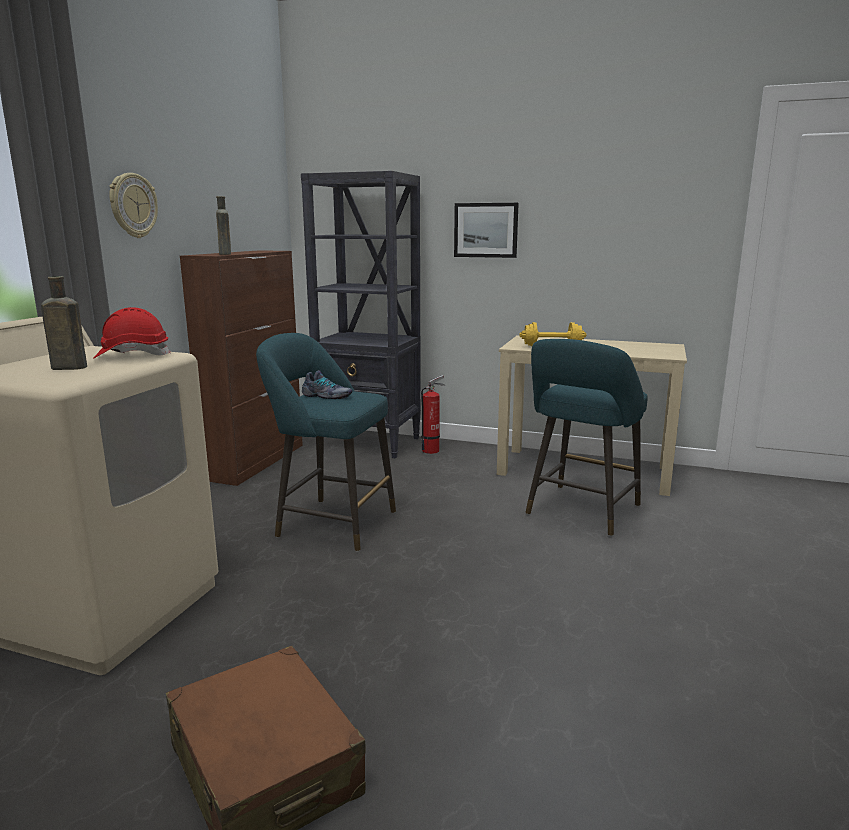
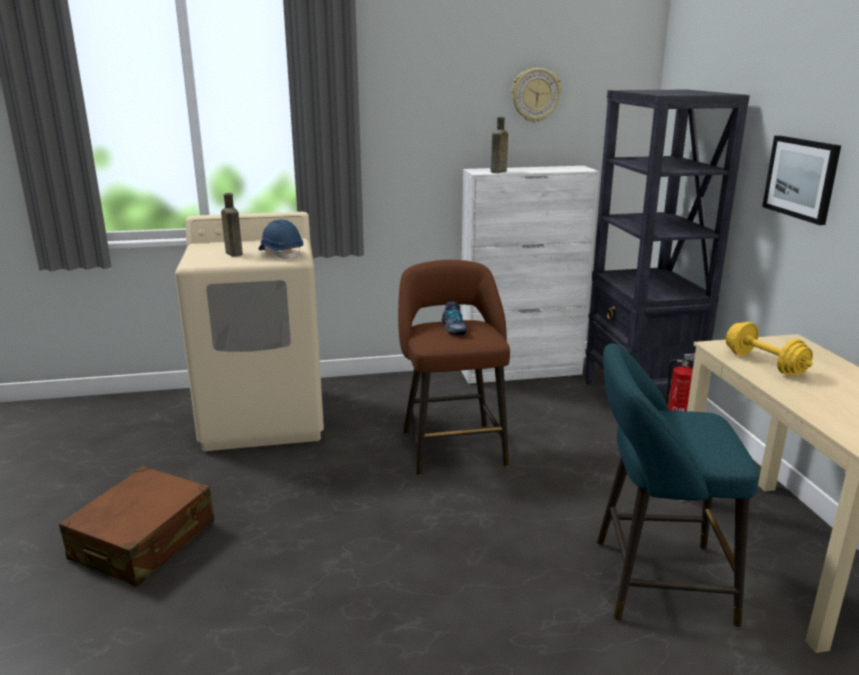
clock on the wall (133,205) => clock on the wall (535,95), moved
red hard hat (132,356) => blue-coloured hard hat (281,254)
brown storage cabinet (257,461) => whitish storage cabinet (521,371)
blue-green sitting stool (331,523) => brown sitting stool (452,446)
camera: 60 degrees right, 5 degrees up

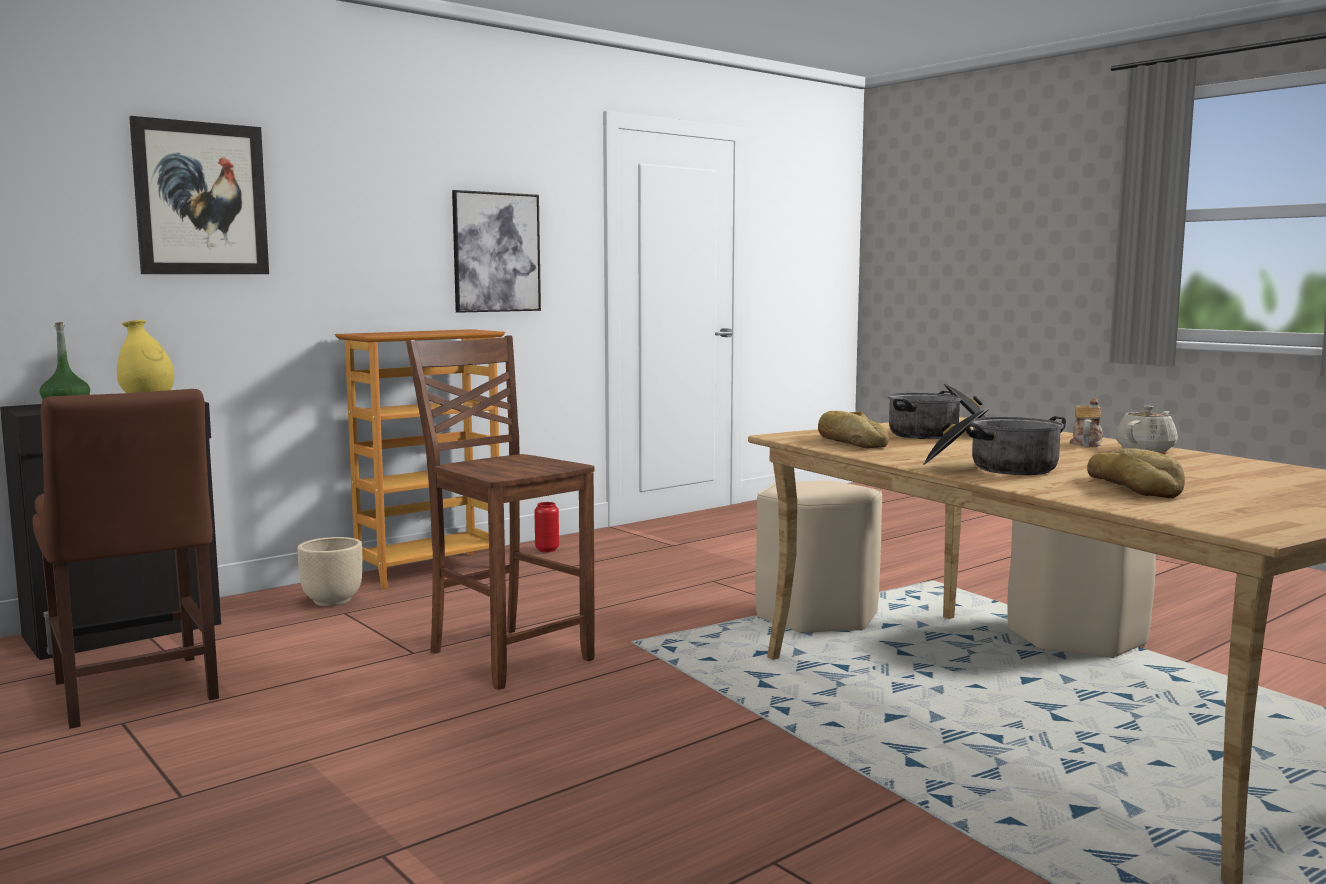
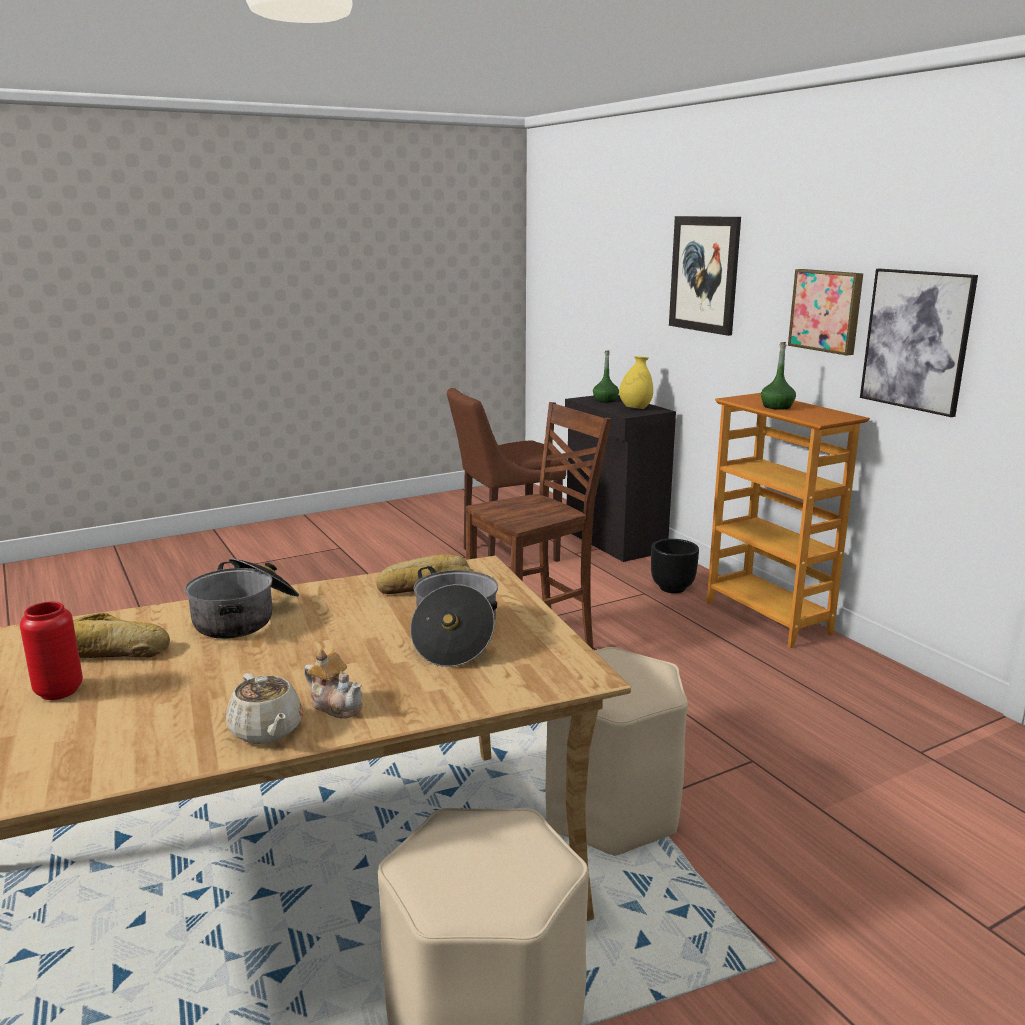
nothing => green-coloured drink bottle (776,407)
nothing => picture (827,310)
red decorative vase (547,550) => red decorative vase (59,691), moved
beige planter (333,601) => black planter (673,588)
camera: 100 degrees right, 10 degrees up

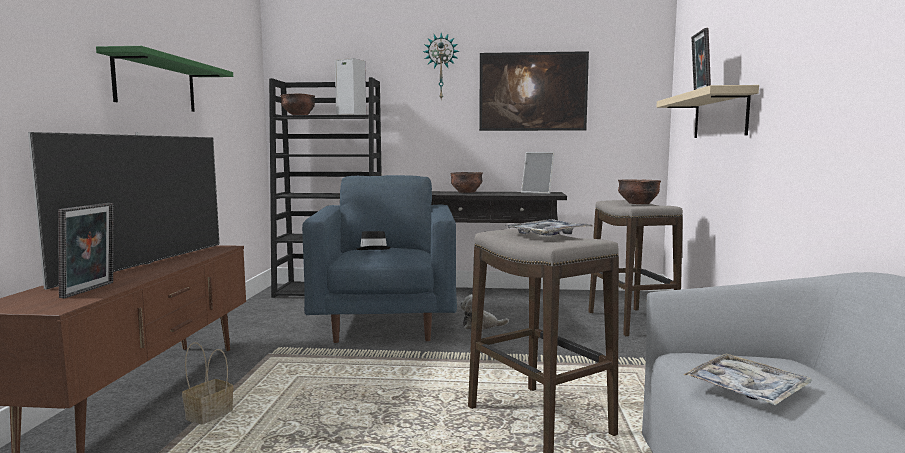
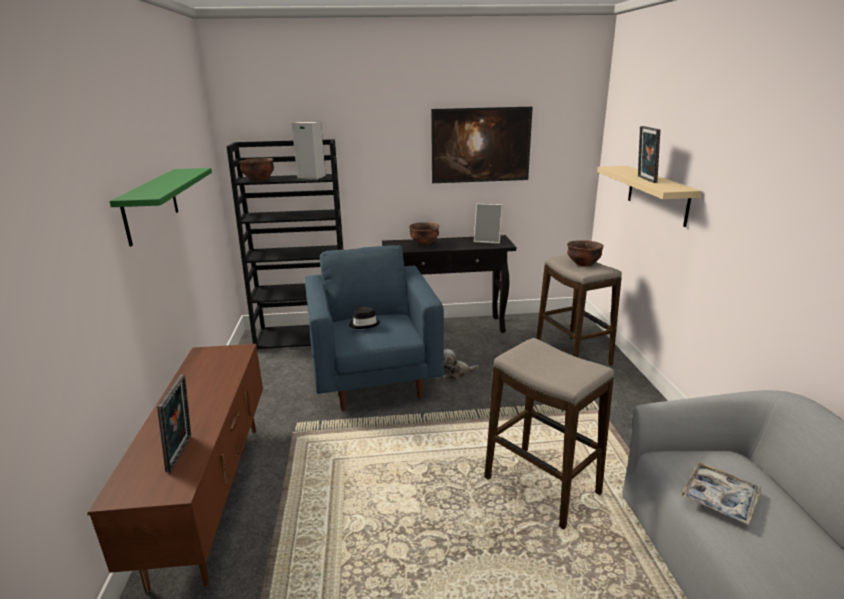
TV (146,263) => nothing
storage basket (210,414) => nothing
clock on the wall (441,67) => nothing
carrying tray (548,235) => nothing
camera: 10 degrees left, 15 degrees up

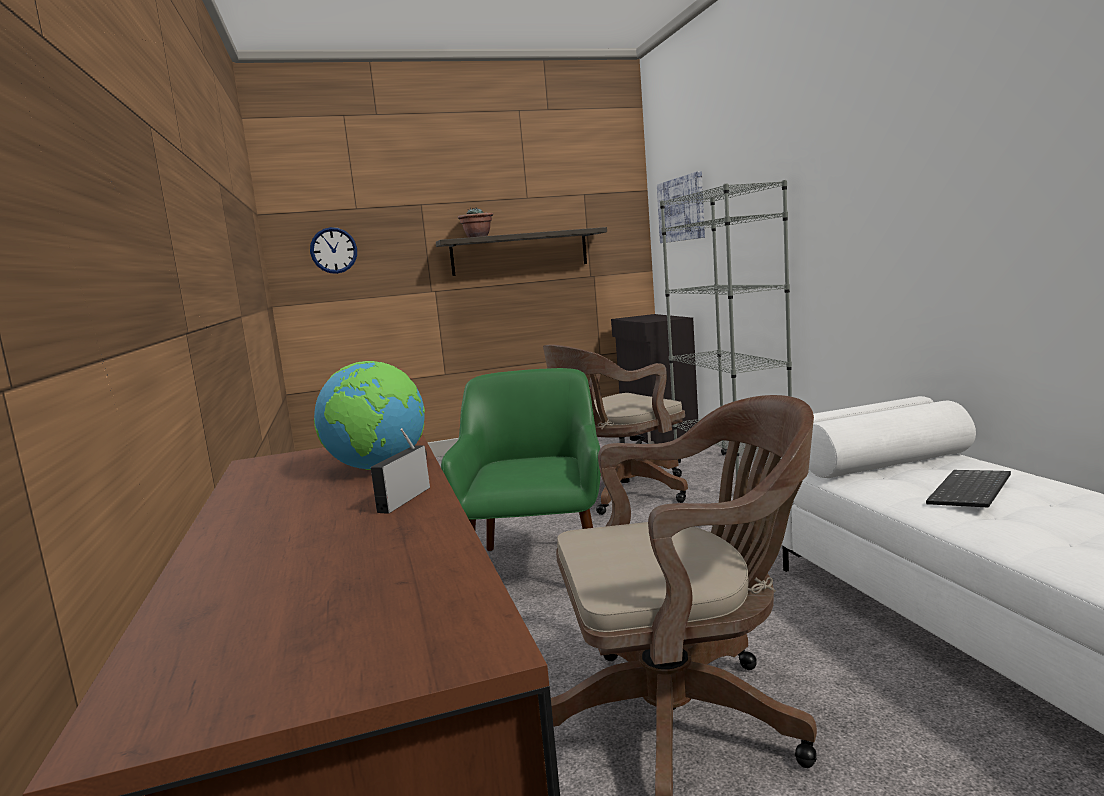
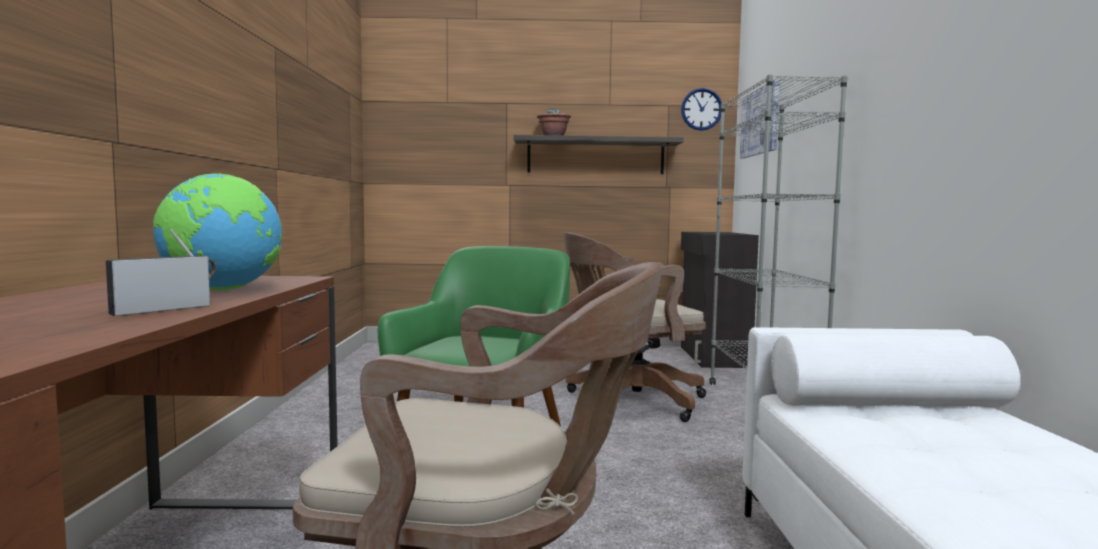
keyboard (971,492) => nothing
clock on the wall (333,250) => clock on the wall (701,109), moved
camera: 15 degrees right, 5 degrees down

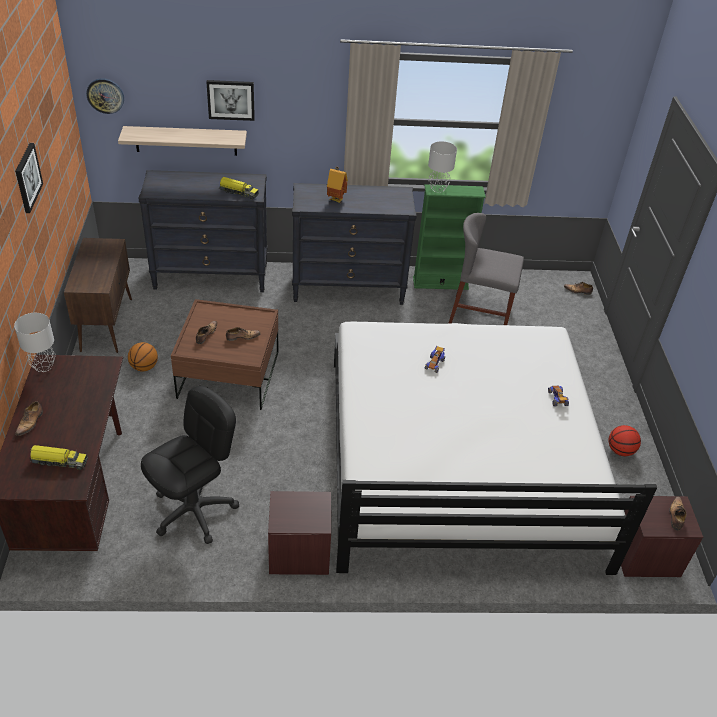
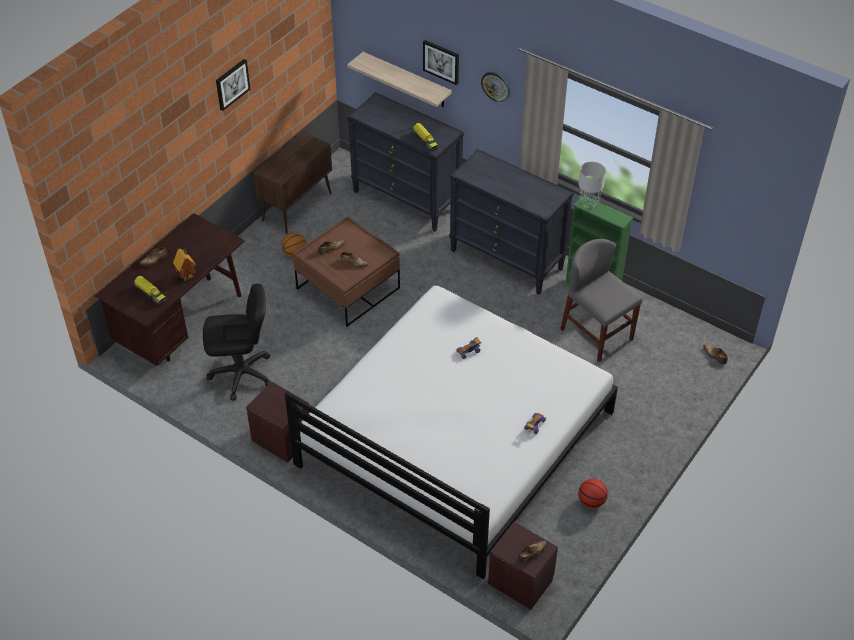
greyish tabletop lamp (43,366) => nothing
clock on the wall (105,95) => clock on the wall (496,86), moved
miniature house (336,199) => miniature house (187,276), moved
camera: 40 degrees right, 5 degrees up

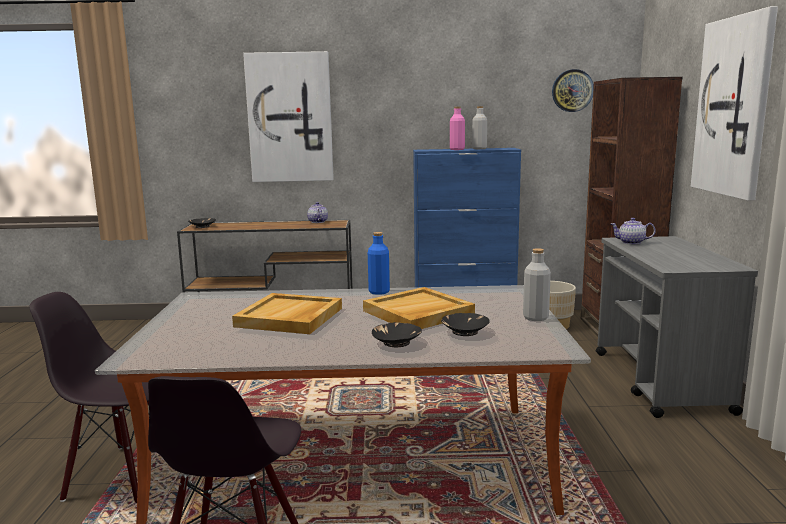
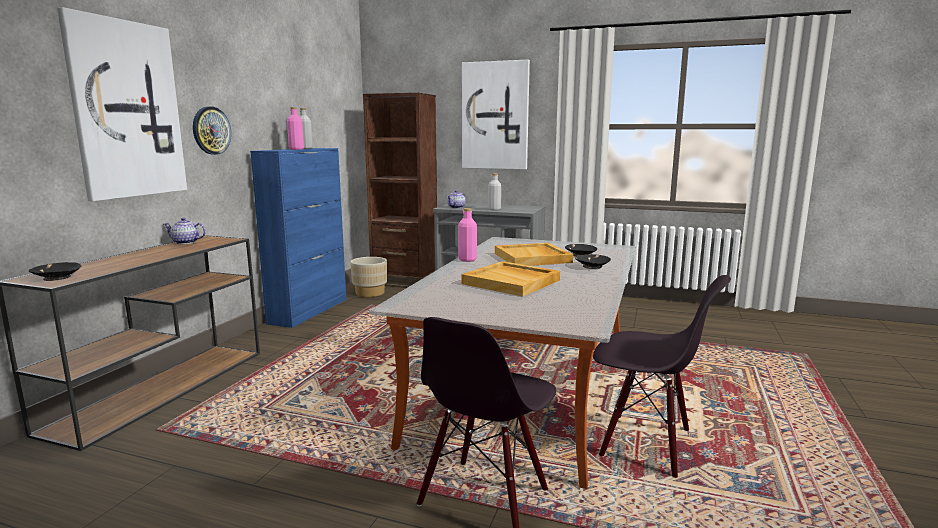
greyish drink bottle (535,318) => greyish drink bottle (494,209), moved
clock on the wall (572,90) => clock on the wall (211,130), moved
blue-coloured drink bottle (379,292) => pink drink bottle (467,260)
camera: 70 degrees left, 0 degrees up

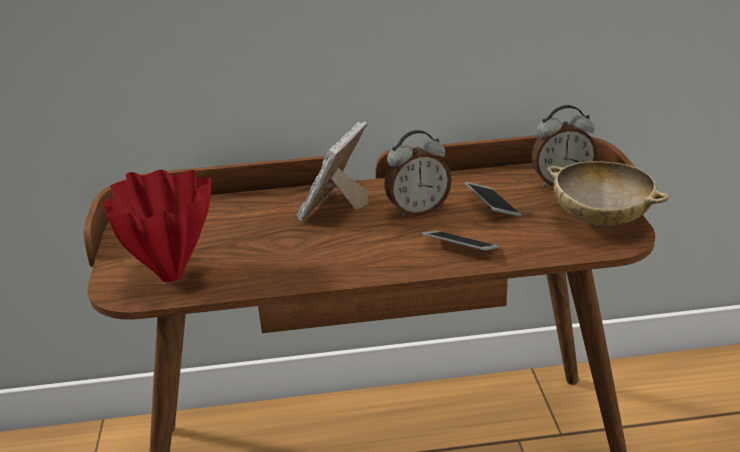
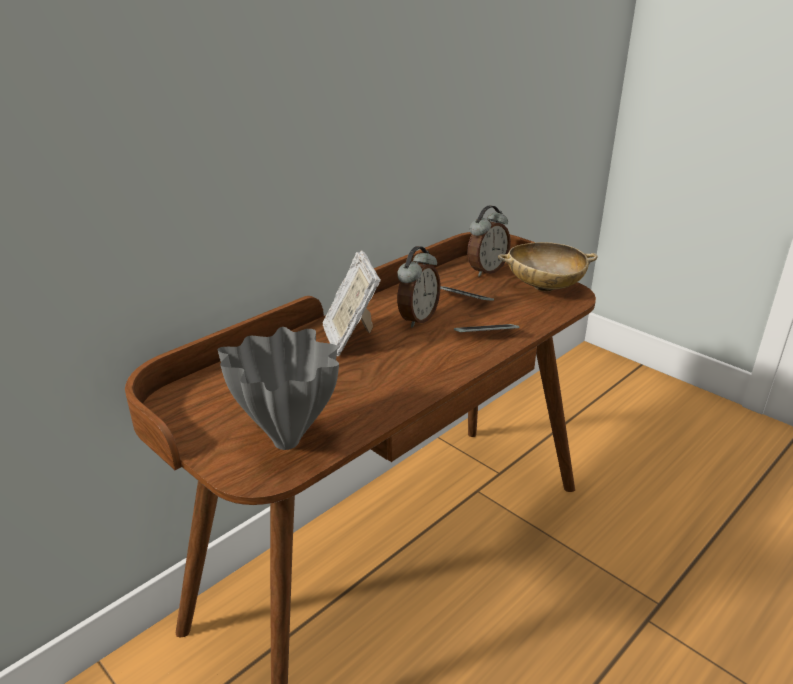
red decorative vase (172,276) => greyish decorative vase (289,442)
camera: 40 degrees left, 0 degrees up

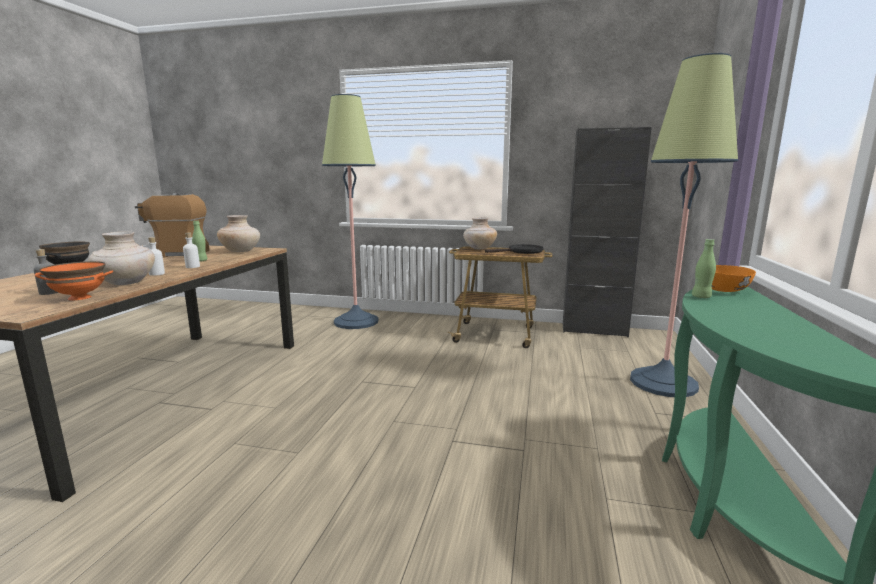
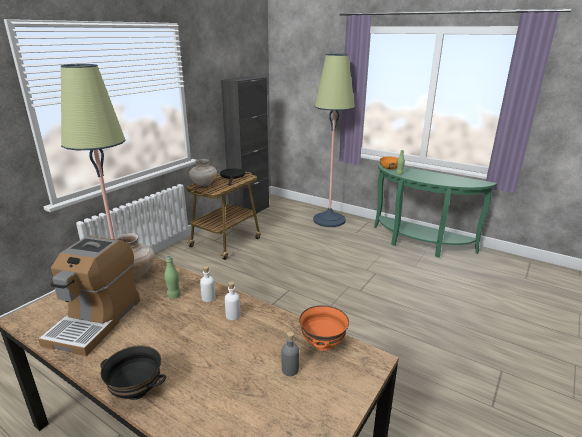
beige decorative vase (126,283) => nothing
camera: 70 degrees left, 10 degrees up

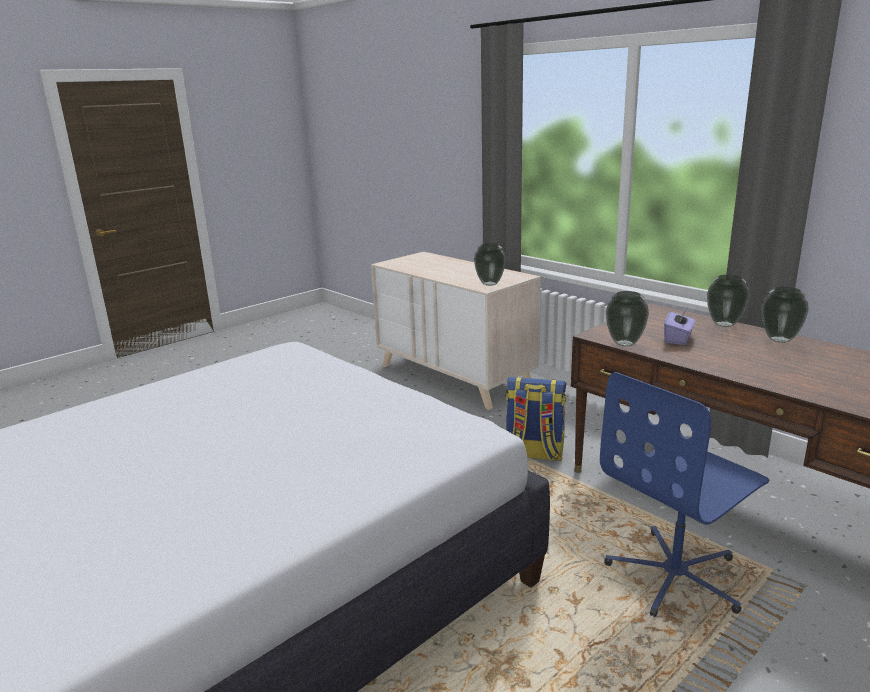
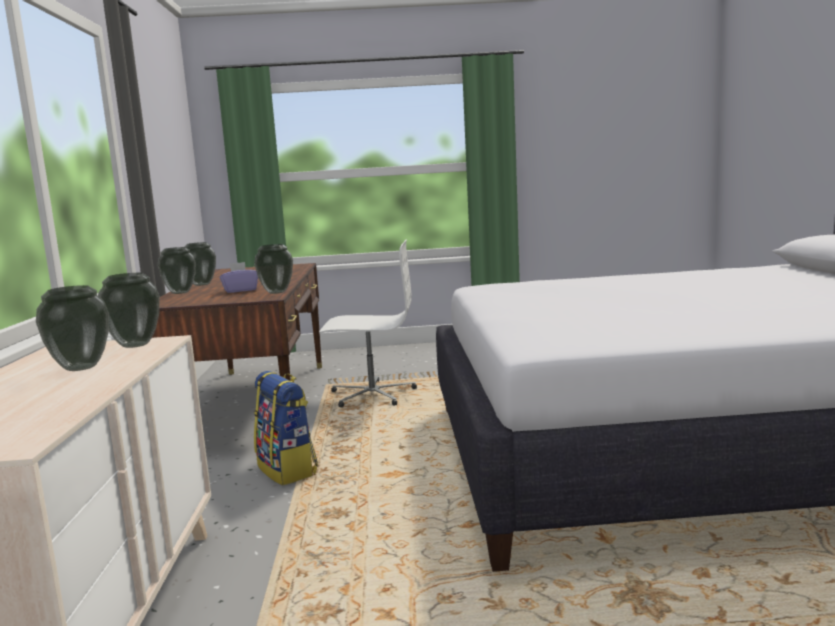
nothing => decorative vase (81,367)
blue-coloured office chair (676,575) => whitish office chair (372,394)
camera: 140 degrees left, 10 degrees down

